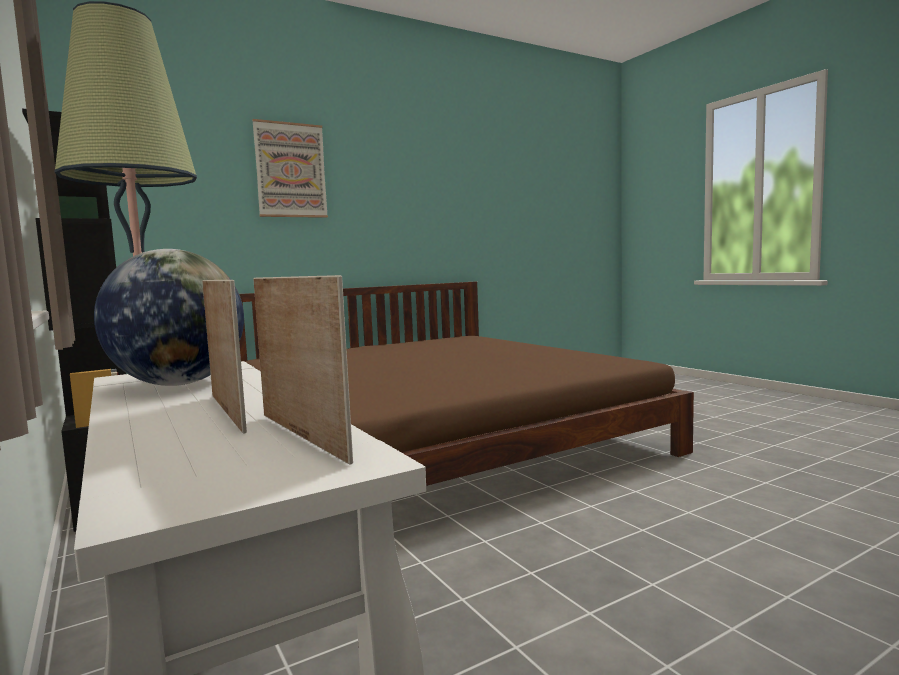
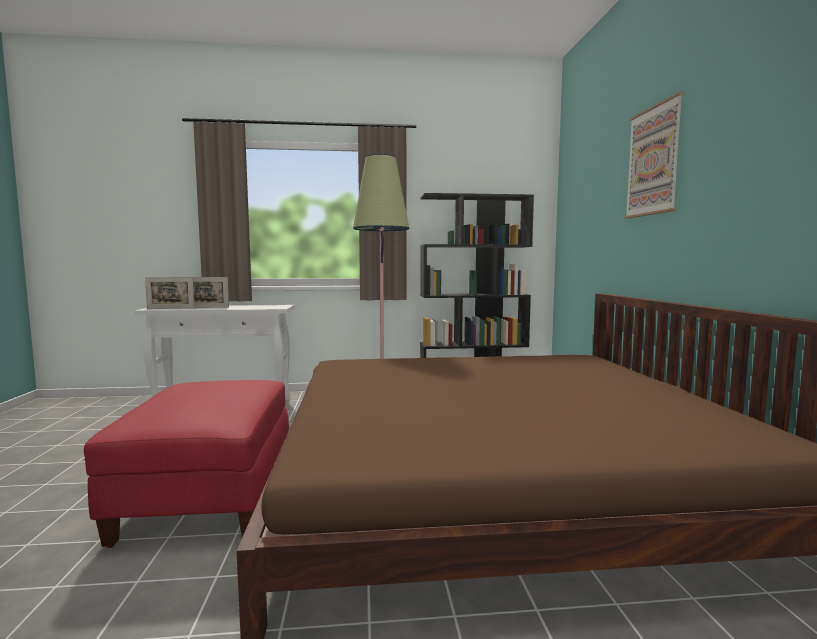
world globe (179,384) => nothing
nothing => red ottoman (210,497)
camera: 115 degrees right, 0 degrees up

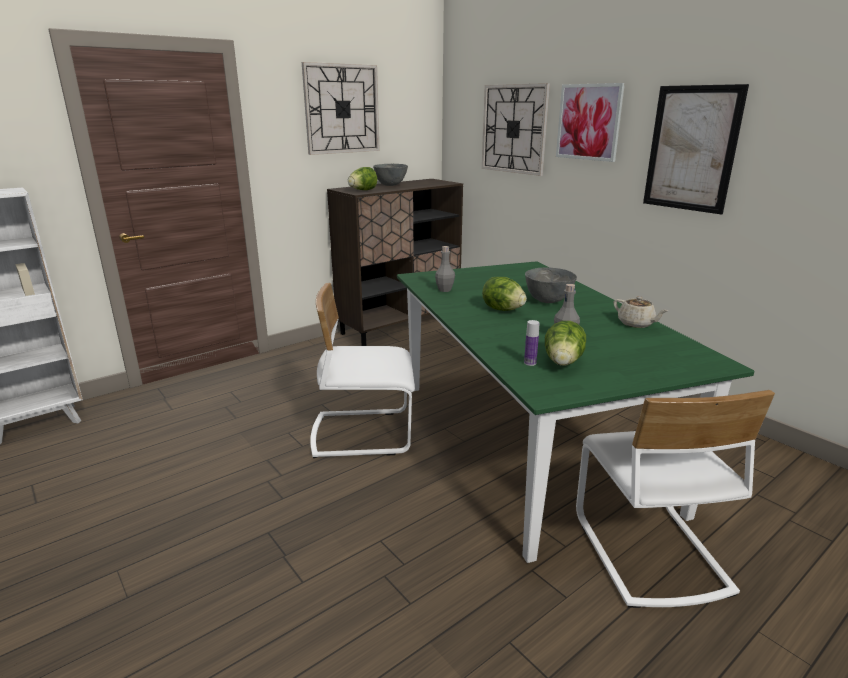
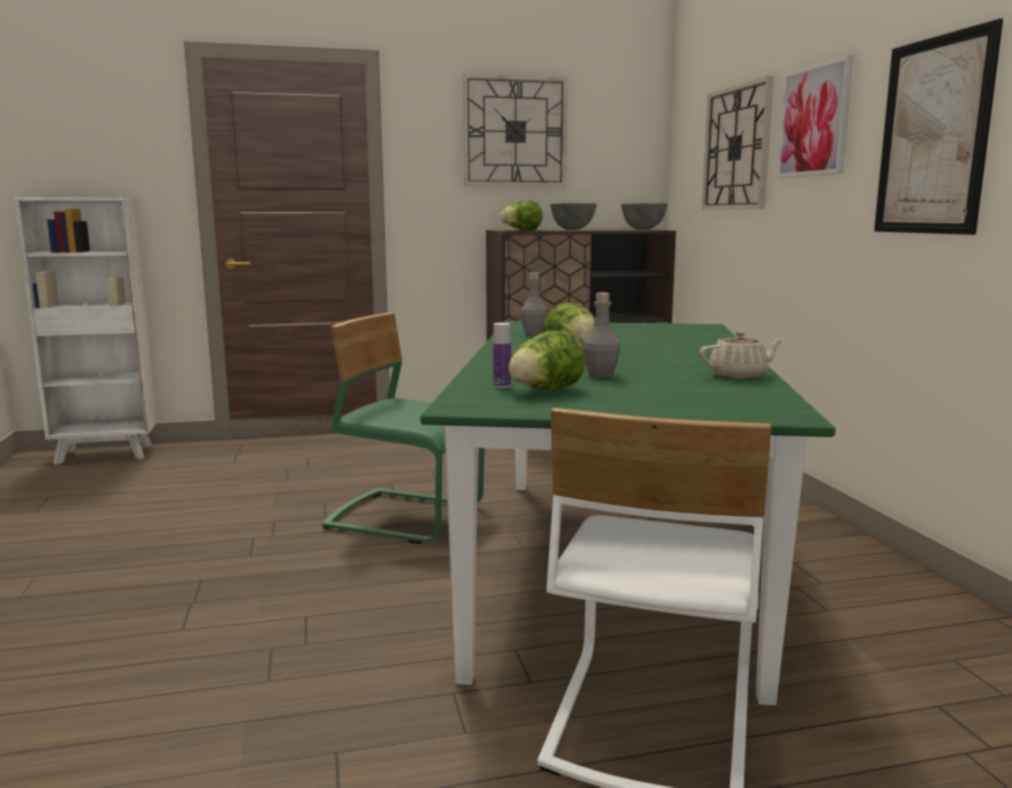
greyish serving bowl (547,301) => greyish serving bowl (642,229), moved
whitish upright chair (362,433) => green-coloured upright chair (406,517)
beige tea pot (636,324) => beige tea pot (739,375), 90 degrees counterclockwise
camera: 25 degrees right, 10 degrees down

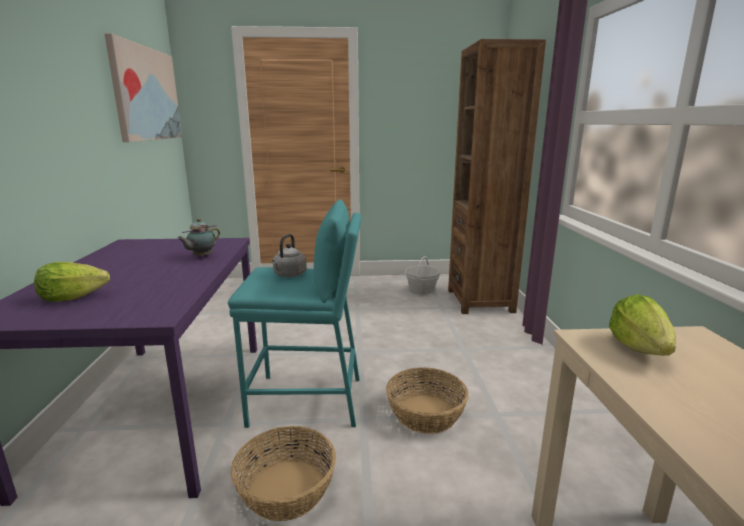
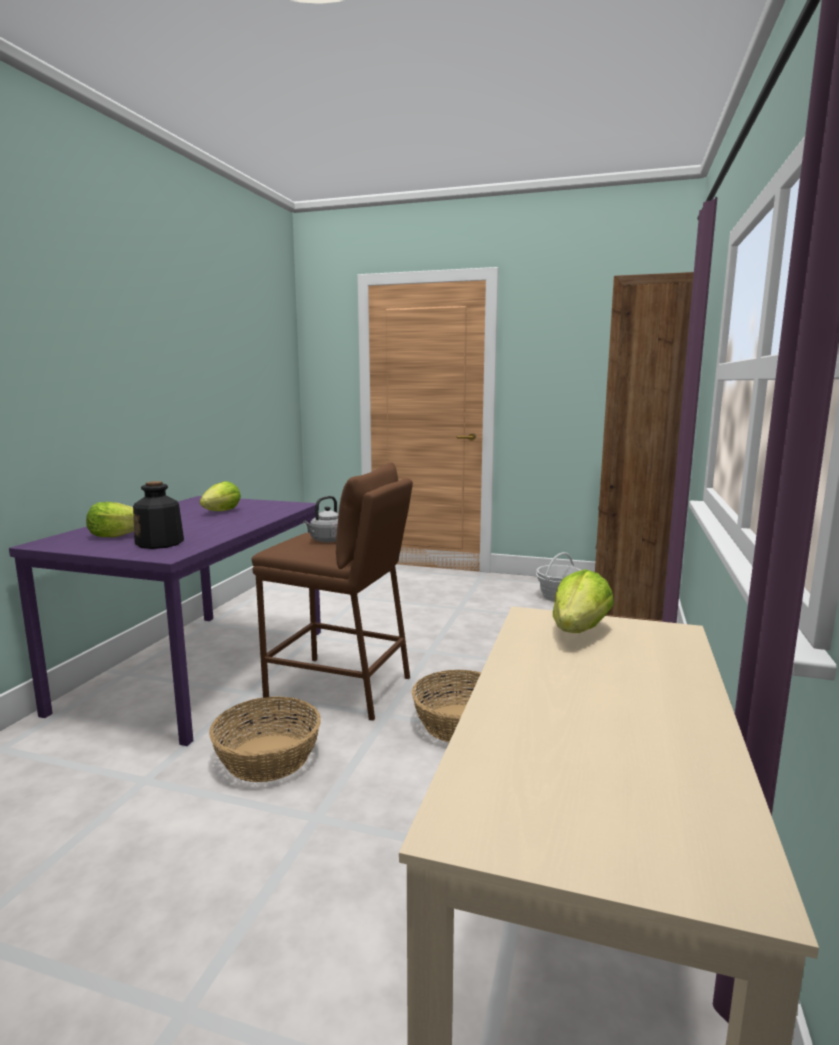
picture (146,94) => nothing
tea pot (201,257) => nothing
nothing => drink bottle (160,543)
nothing => head of lettuce (222,512)
blue-green sitting stool (307,401) => brown sitting stool (340,688)
camera: 20 degrees right, 5 degrees down

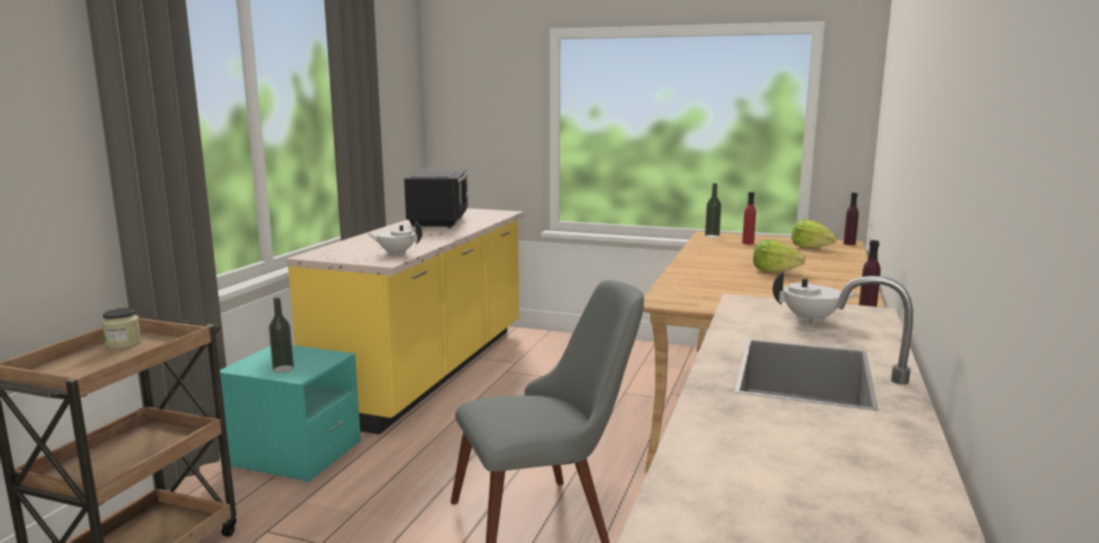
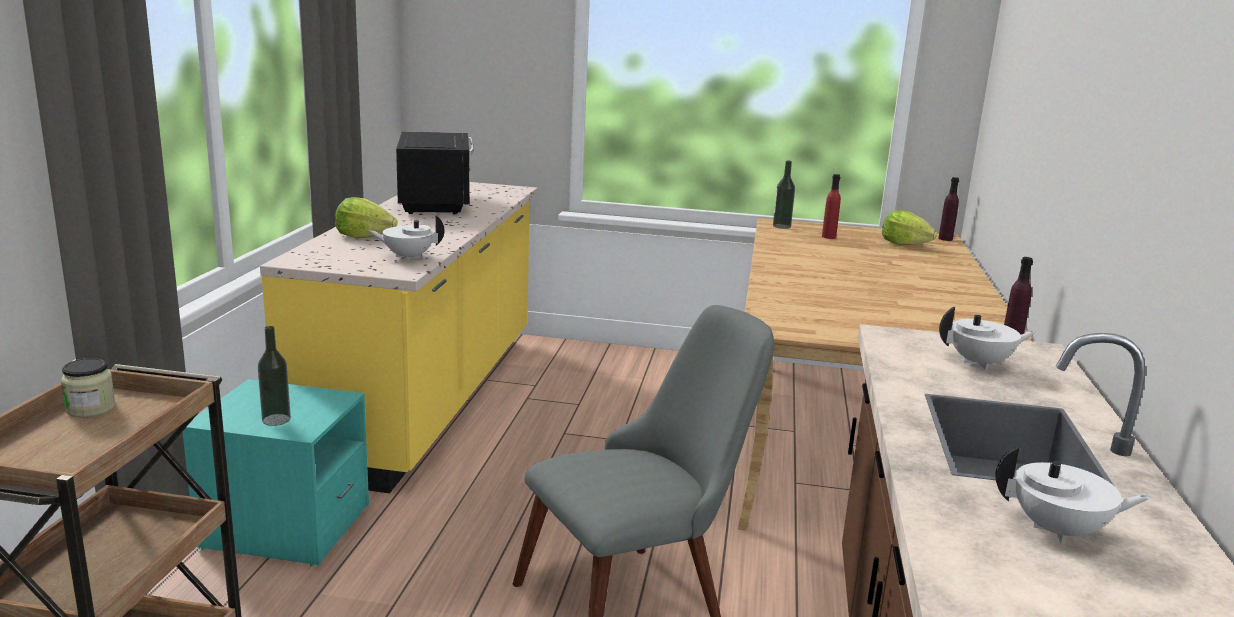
nothing => whitish tea pot (1059,531)
head of lettuce (774,271) => head of lettuce (364,236), moved
camera: 10 degrees left, 5 degrees up

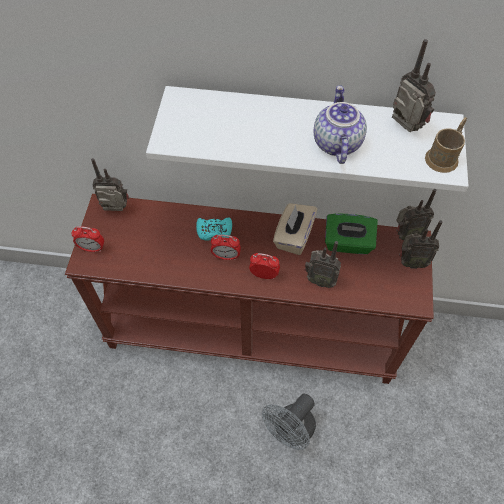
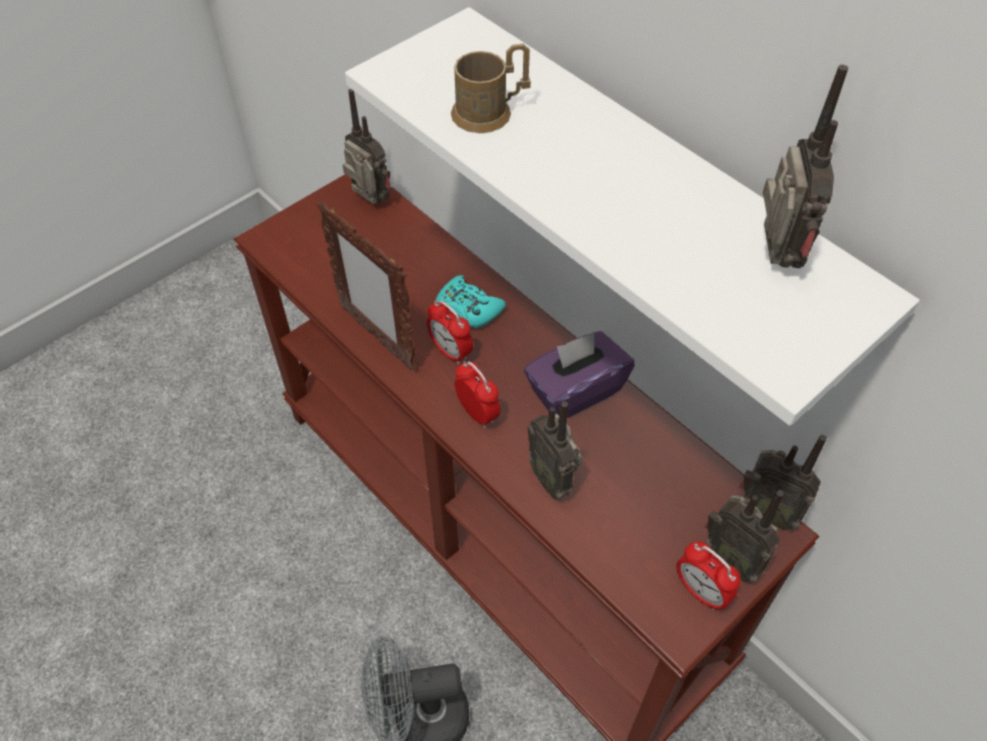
tea pot (335,143) => nothing
green-coloured box of tissues (348,243) => nothing
nothing => standing frame (377,337)
alarm clock (92,248) => alarm clock (701,591), moved
brown coffee mug (444,156) => brown coffee mug (490,112), moved
beige box of tissues (293,236) => purple box of tissues (575,390)
camera: 40 degrees right, 5 degrees down

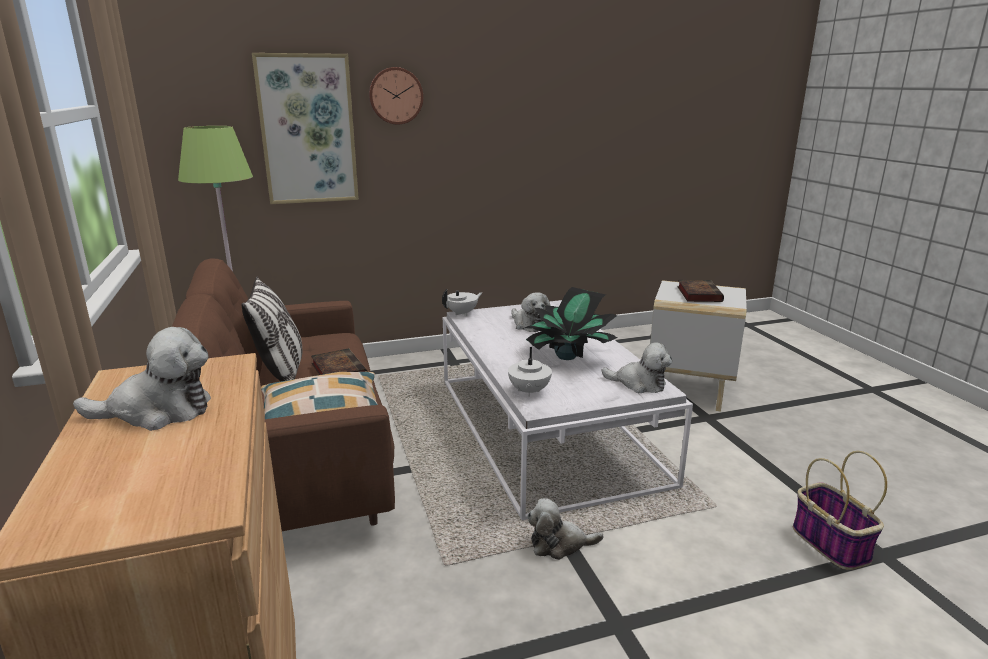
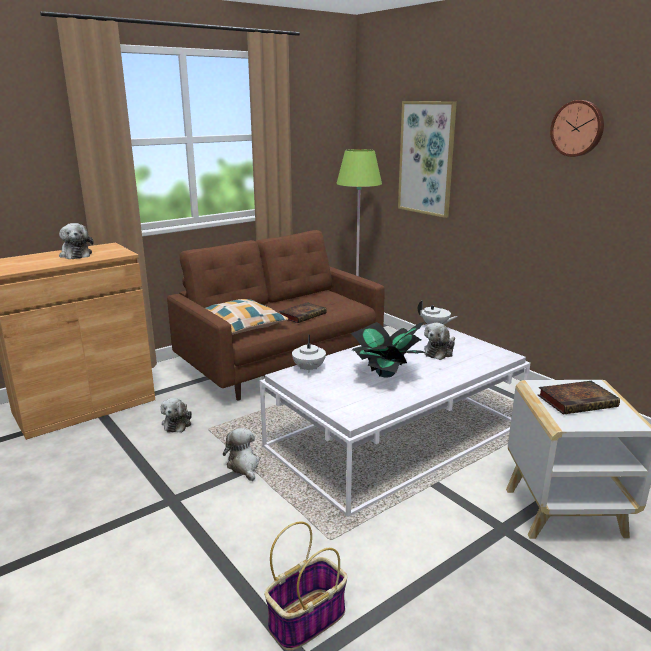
cushion (281,372) => nothing
clock on the wall (395,96) => clock on the wall (578,128), moved
soft toy (639,384) => soft toy (177,423), moved
whitish tea pot (528,391) => whitish tea pot (308,369), 75 degrees counterclockwise
camera: 70 degrees right, 0 degrees up

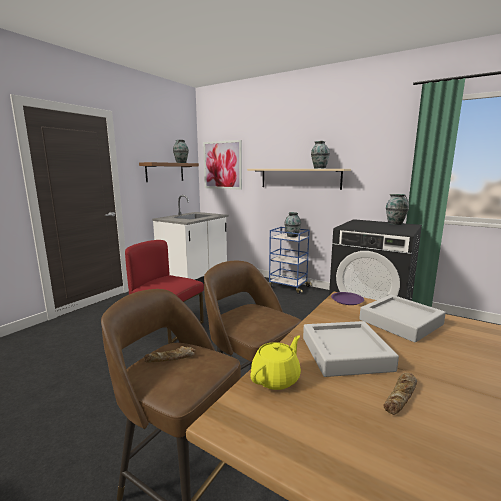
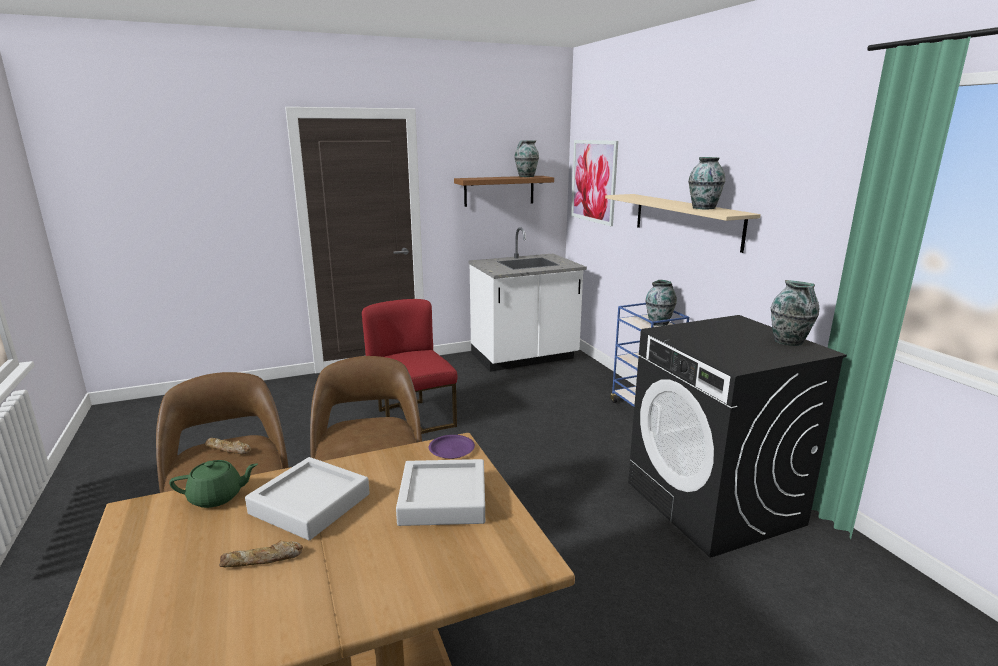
yellow tea pot (276,378) => green-coloured tea pot (217,497)
camera: 35 degrees right, 5 degrees up

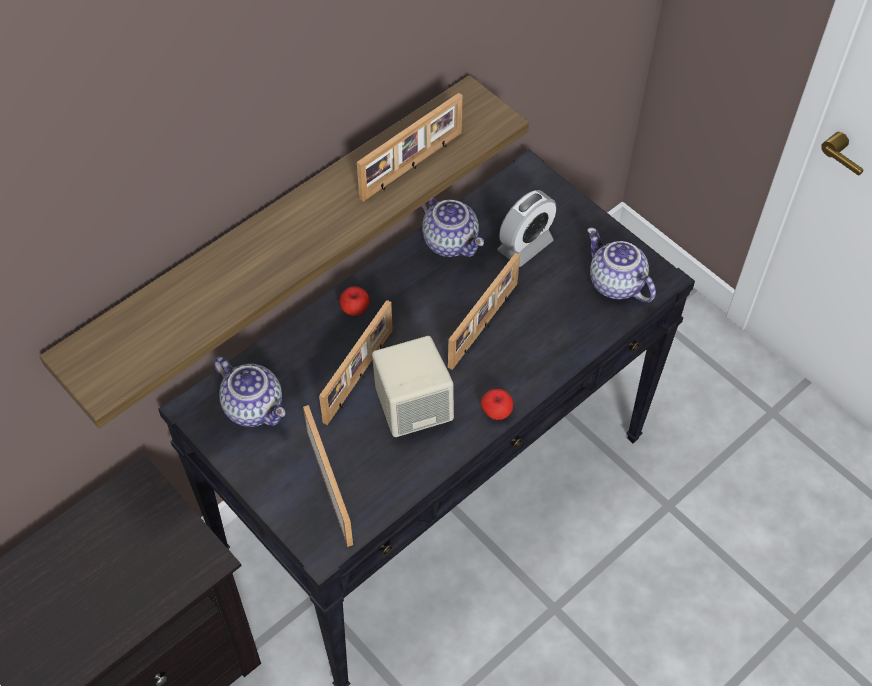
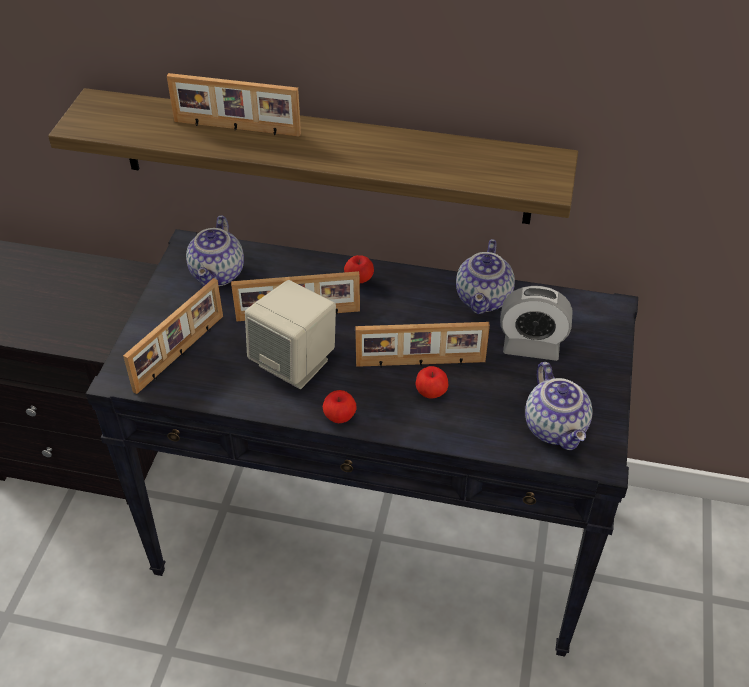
nothing => apple (431,393)
standing frame (412,166) => standing frame (236,128), moved
tea pot (614,284) => tea pot (557,428), 150 degrees clockwise
camera: 55 degrees right, 10 degrees down

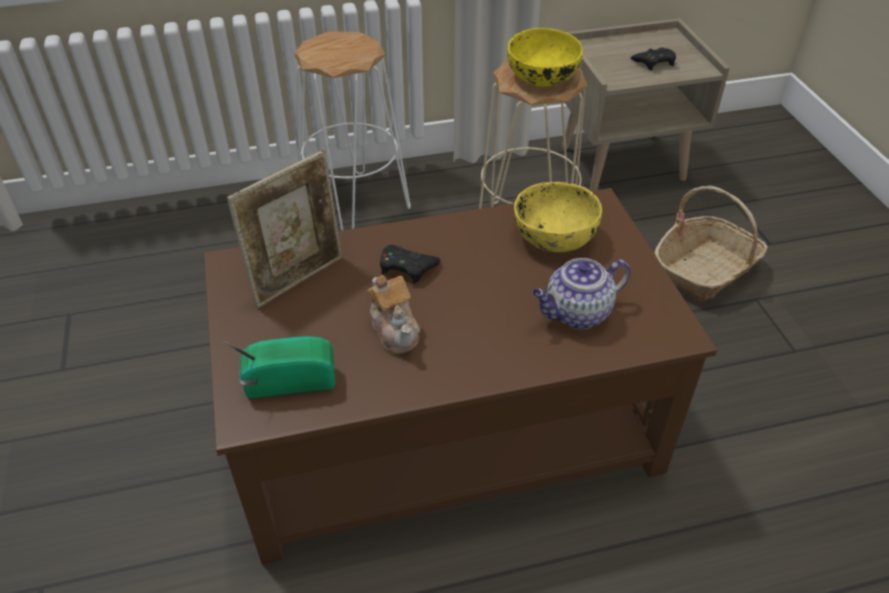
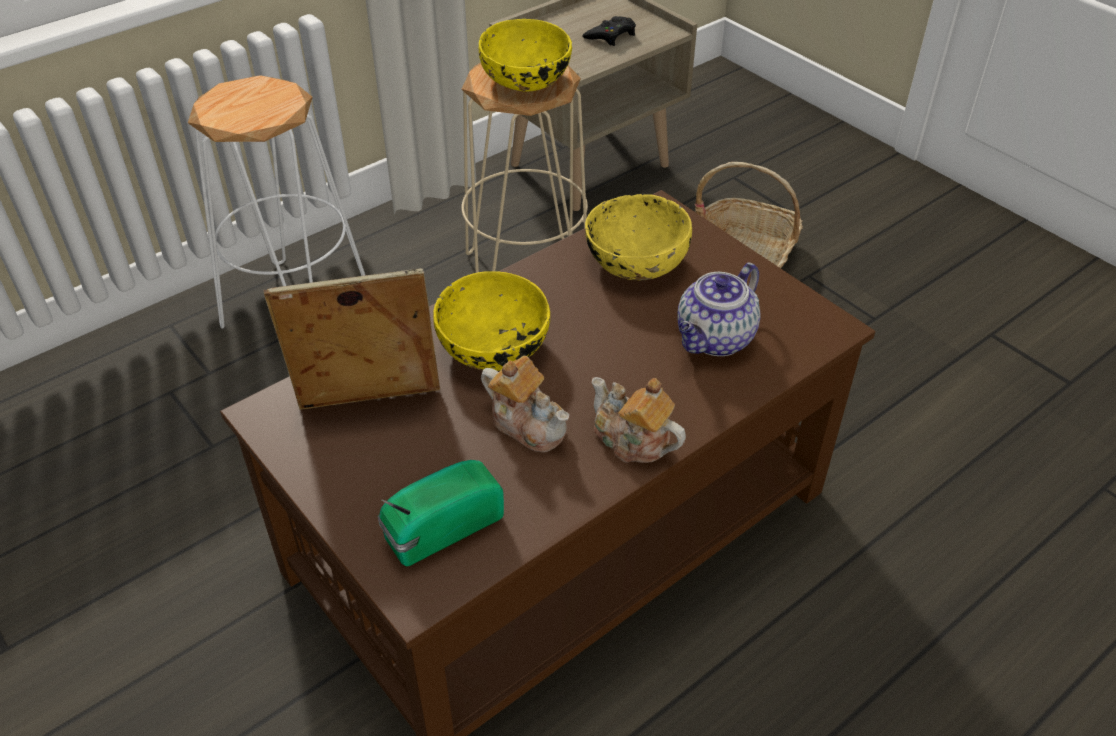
nothing => tea pot (632,440)
black game controller (407,267) => yellow serving bowl (493,348)
standing frame (298,278) => standing frame (369,403), 120 degrees counterclockwise
camera: 25 degrees left, 0 degrees up

